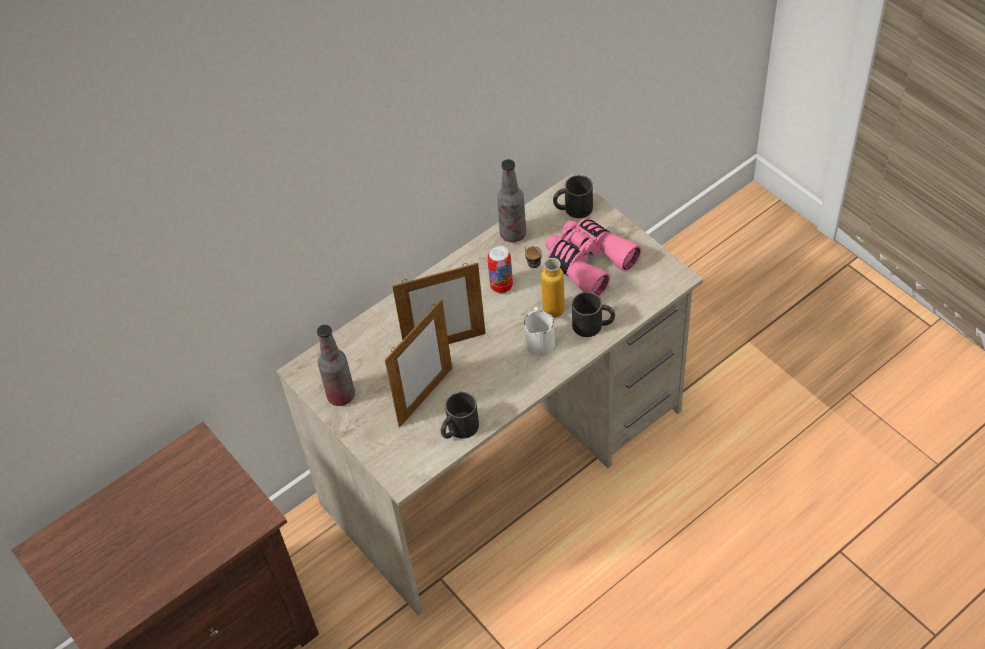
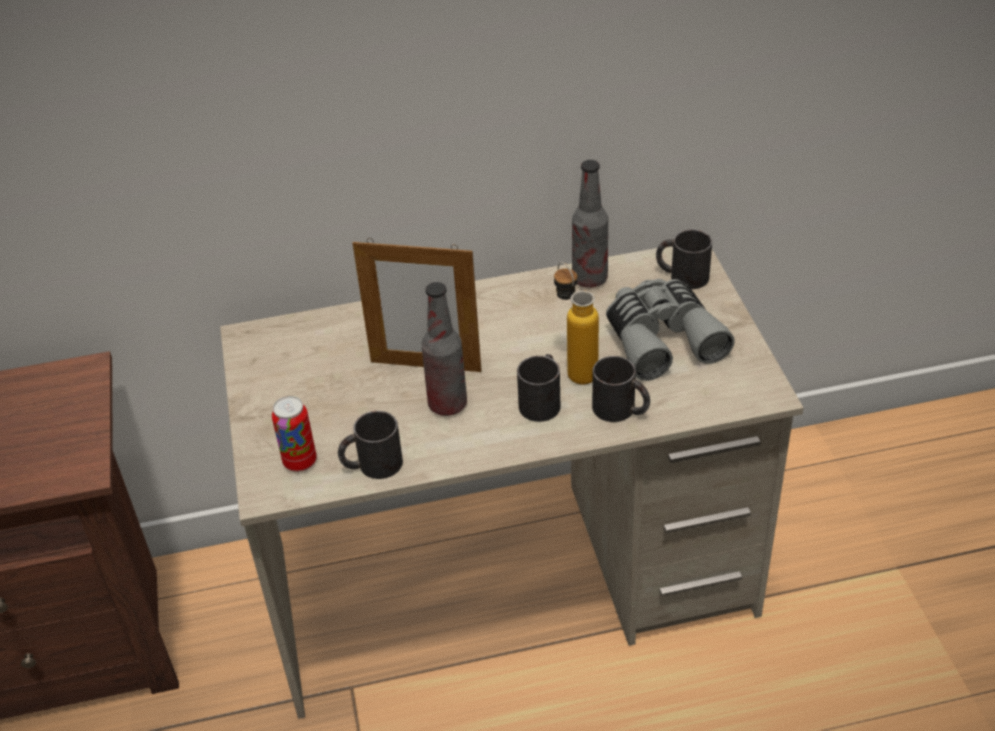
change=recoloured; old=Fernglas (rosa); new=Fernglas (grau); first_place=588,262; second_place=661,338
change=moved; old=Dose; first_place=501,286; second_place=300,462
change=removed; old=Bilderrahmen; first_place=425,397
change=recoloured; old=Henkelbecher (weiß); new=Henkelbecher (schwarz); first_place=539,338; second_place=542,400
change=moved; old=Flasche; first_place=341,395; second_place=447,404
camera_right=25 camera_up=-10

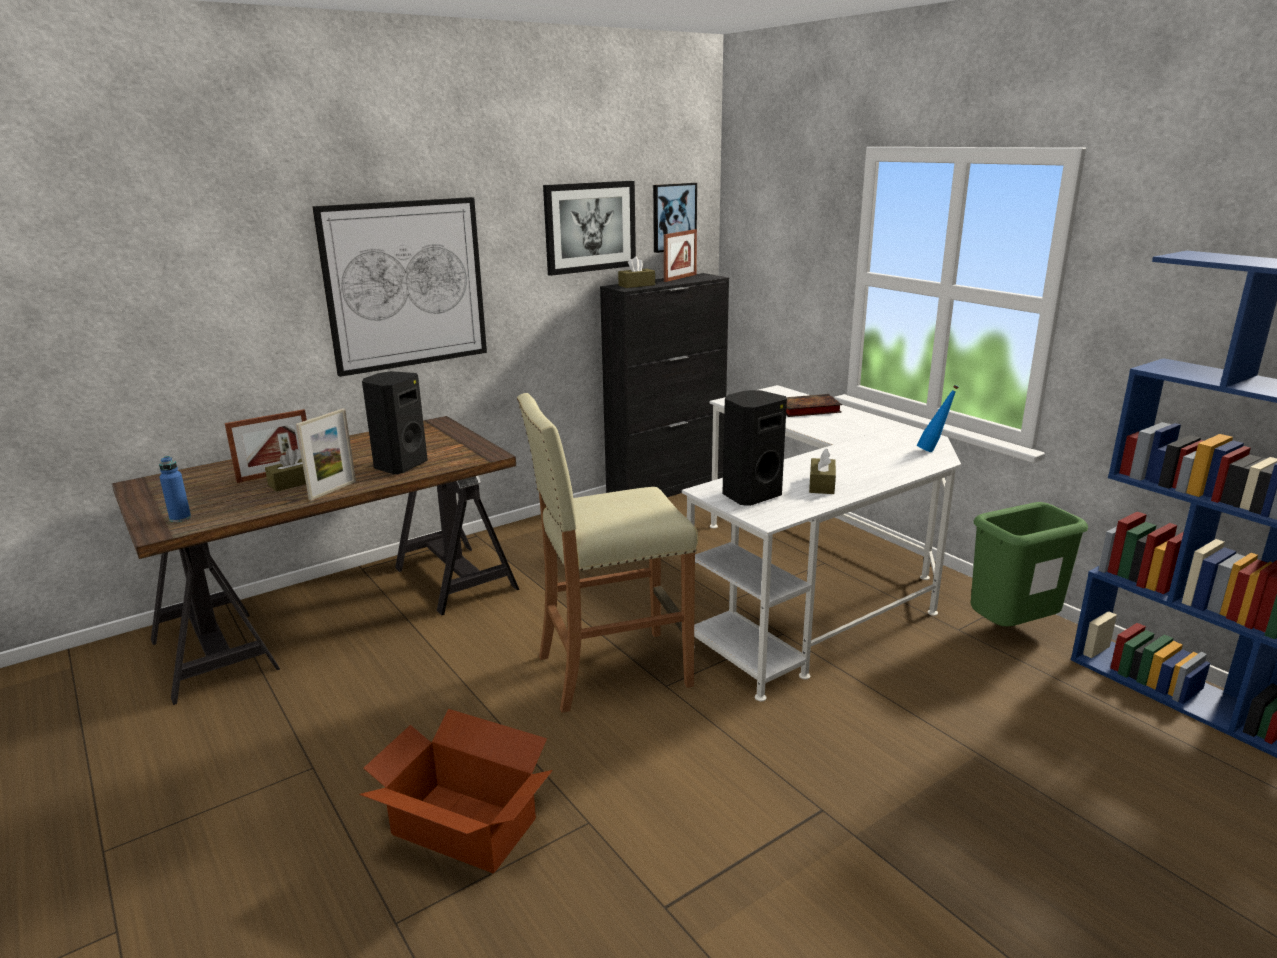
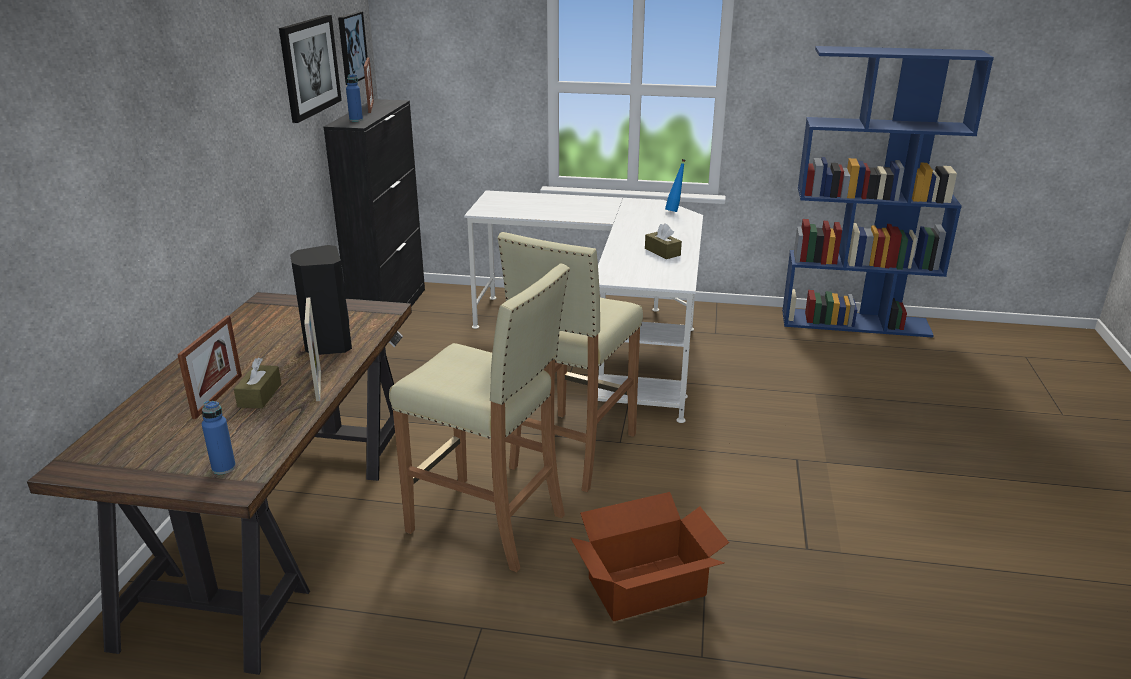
change=removed; old=Bild; first_place=405,285
change=replaced; old=Taschentuchbox (braun); new=Flasche (blau); first_place=636,285; second_place=356,120
change=removed; old=Lautsprecher (schwarz); first_place=750,495
change=removed; old=Buch; first_place=807,410
change=removed; old=Mülleimer (grün); first_place=1011,630
change=added; new=Hocker (beige); second_place=488,523
camera_right=-45 camera_up=5

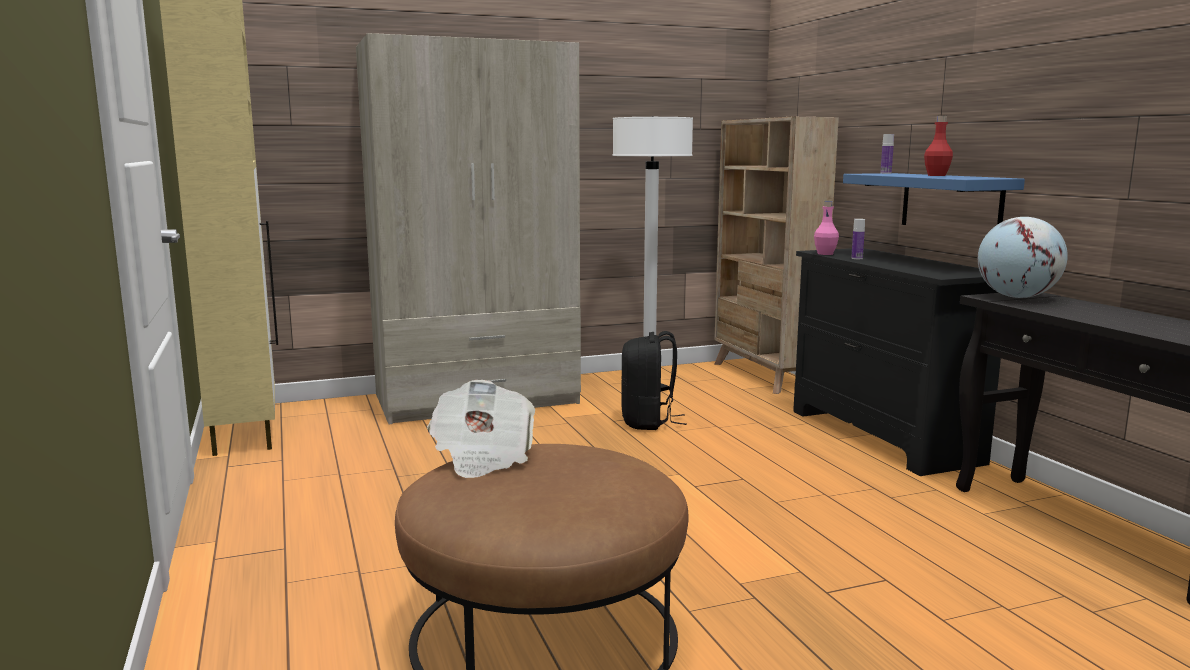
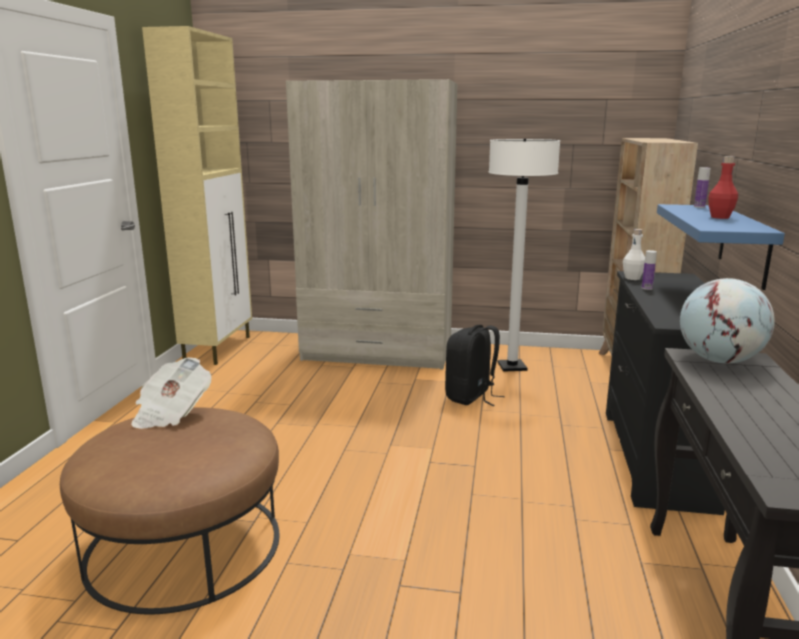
change=recoloured; old=Flasche (rosa); new=Flasche (weiß); first_place=825,254; second_place=632,278
camera_right=30 camera_up=5

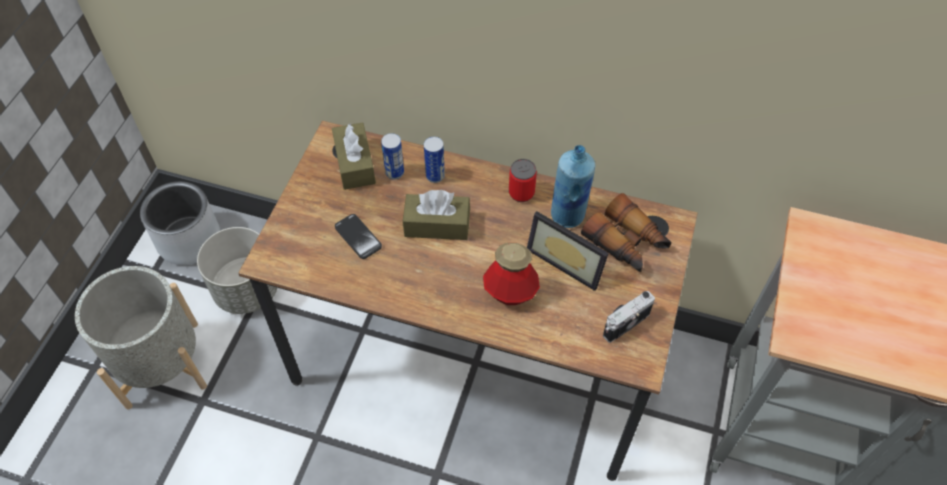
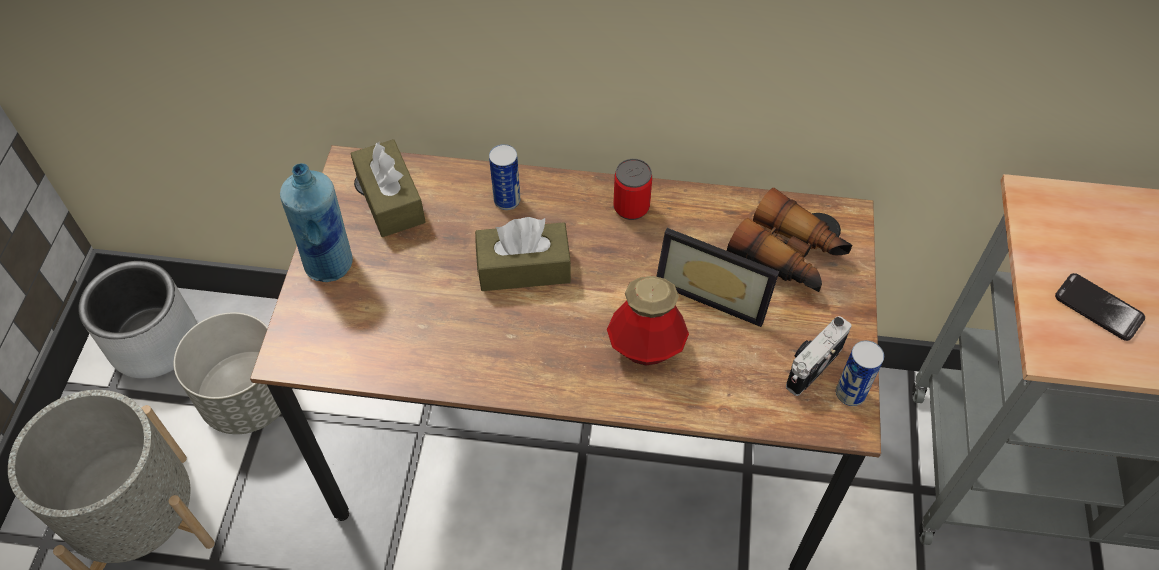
change=moved; old=Dose; first_place=394,172; second_place=850,393
change=moved; old=Flasche (blau); first_place=568,215; second_place=330,263
change=moved; old=Handy; first_place=358,237; second_place=1098,308
camera_right=-10 camera_up=0

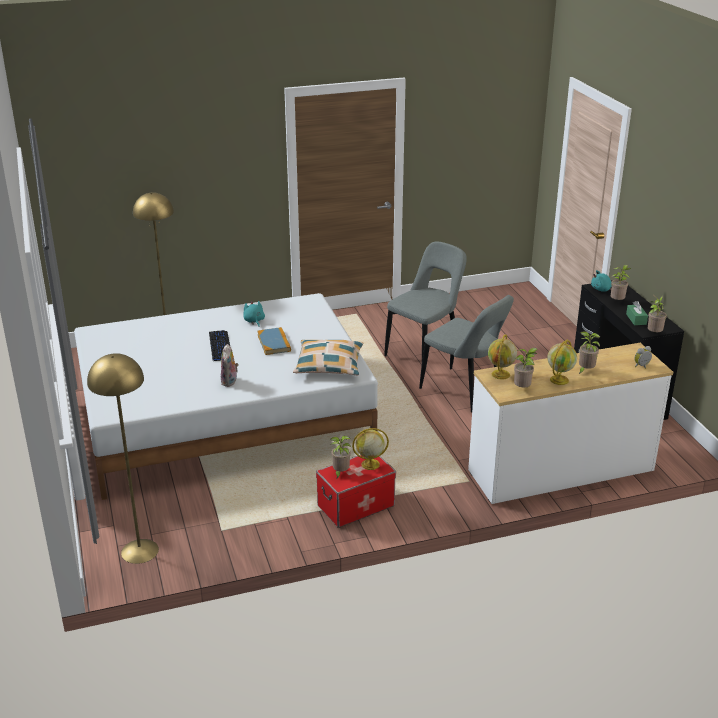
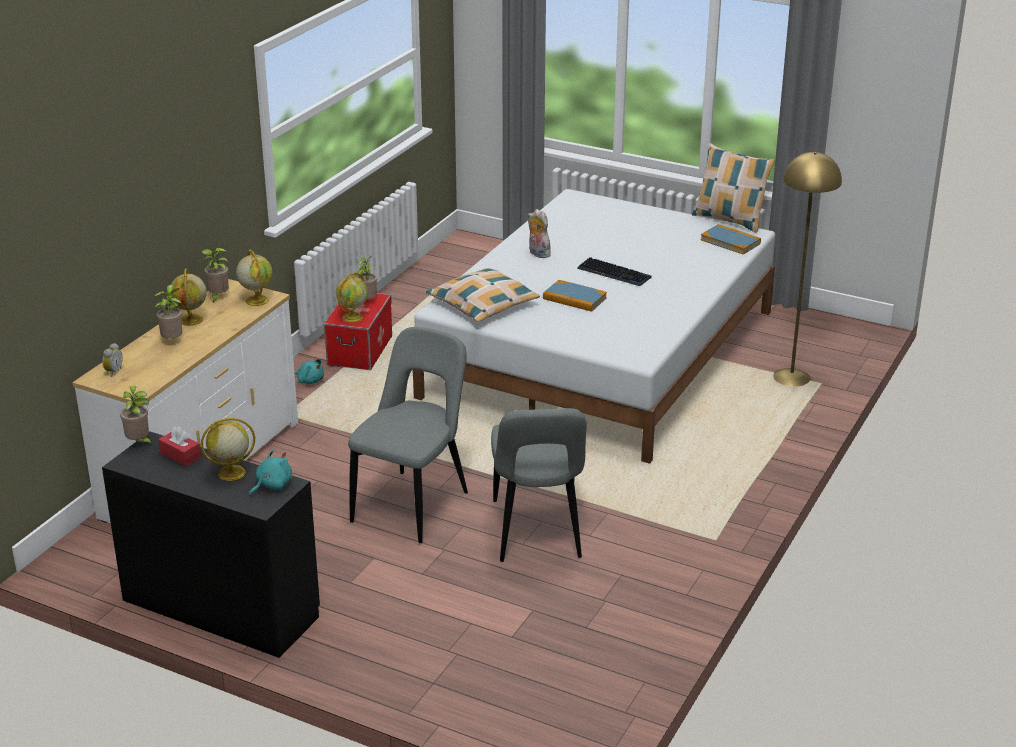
change=replaced; old=Topfpflanze; new=Globus; first_place=617,302; second_place=230,473
change=turned; old=Stuhl (grau); first_place=464,391; second_place=413,504; degrees=120
change=moved; old=Plüschtier (türkis); first_place=254,321; second_place=309,381
change=recoloured; old=Taschentuchbox (grün); new=Taschentuchbox (rot); first_place=636,319; second_place=180,455
change=removed; old=Stehlampe (gelb); first_place=139,551
change=added; new=Kissen; second_place=730,220
change=added; new=Buch; second_place=730,242
camera_right=135 camera_up=0

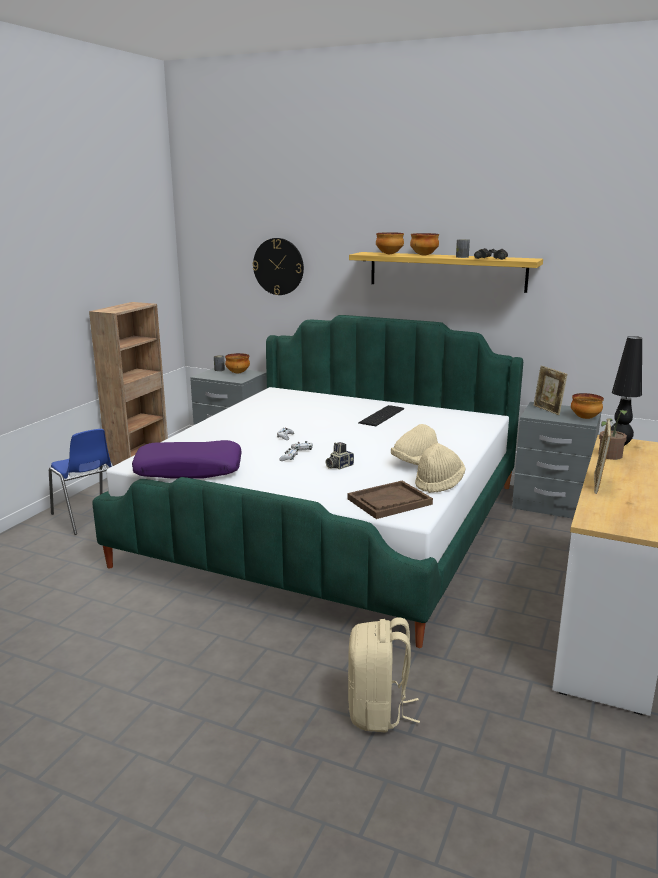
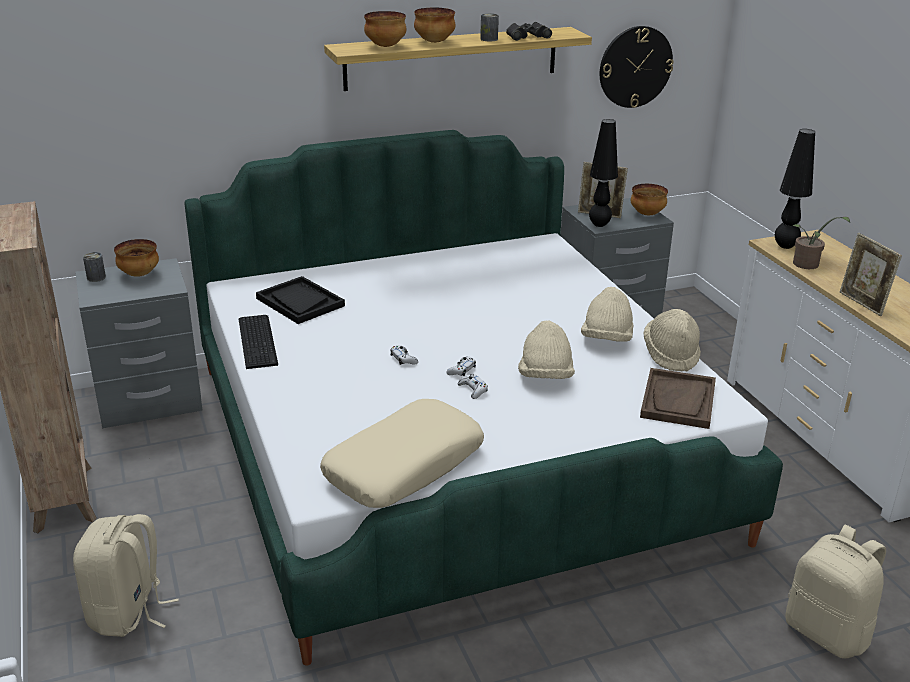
change=moved; old=Wanduhr; first_place=278,266; second_place=635,67
change=moved; old=Tastatur; first_place=383,416; second_place=259,340
change=replaced; old=Stuhl (blau); new=Rucksack (beige); first_place=88,517; second_place=128,612
change=recoloured; old=Kissen (lila); new=Kissen (beige); first_place=189,470; second_place=404,466
change=replaced; old=Kamera; new=Hut (beige); first_place=338,466; second_place=545,377
change=added; new=Tischlampe (schwarz); second_place=599,224
change=added; new=Tablett (schwarz); second_place=300,302
camera_right=-45 camera_up=10

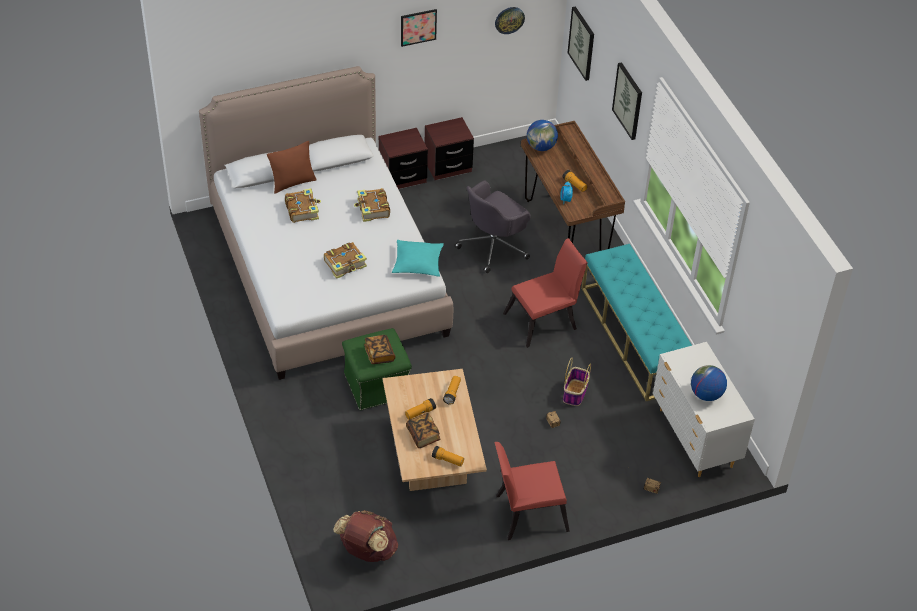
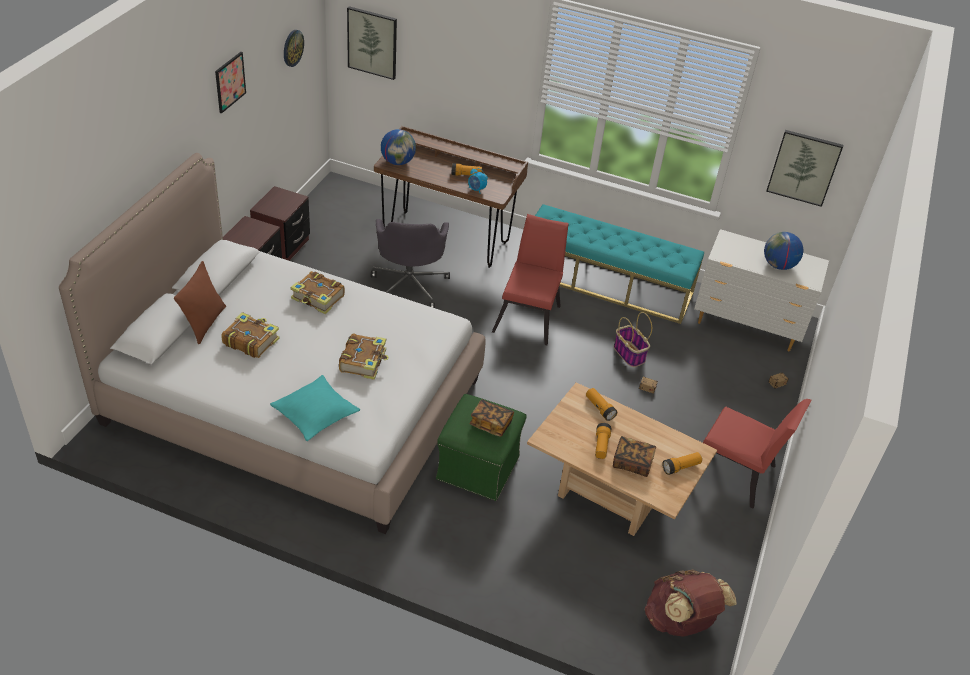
change=moved; old=Bild; first_place=628,101; second_place=804,167
change=moved; old=Kissen (türkis); first_place=418,263; second_place=315,414
change=turned; old=Stuhl (rot); first_place=526,513; second_place=735,475; degrees=-90
camera_right=-50 camera_up=-5

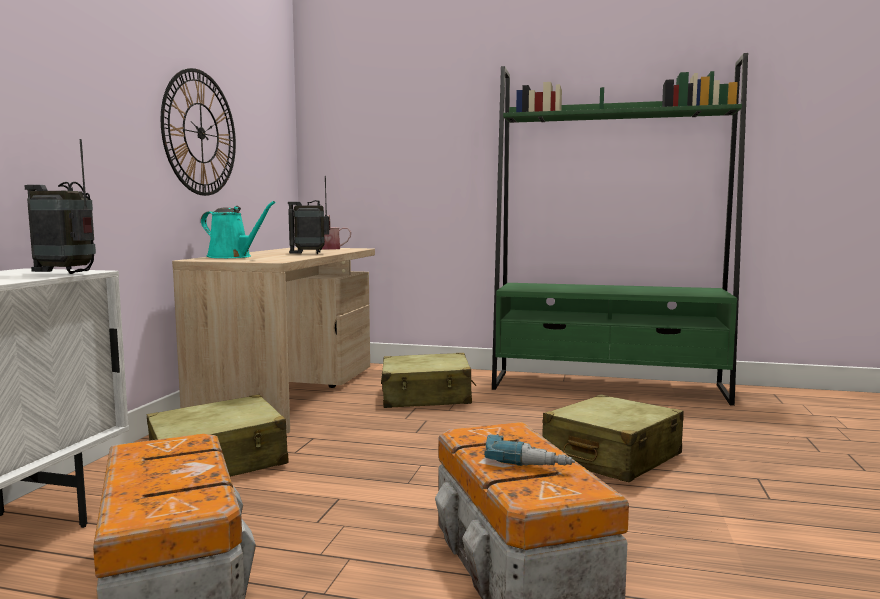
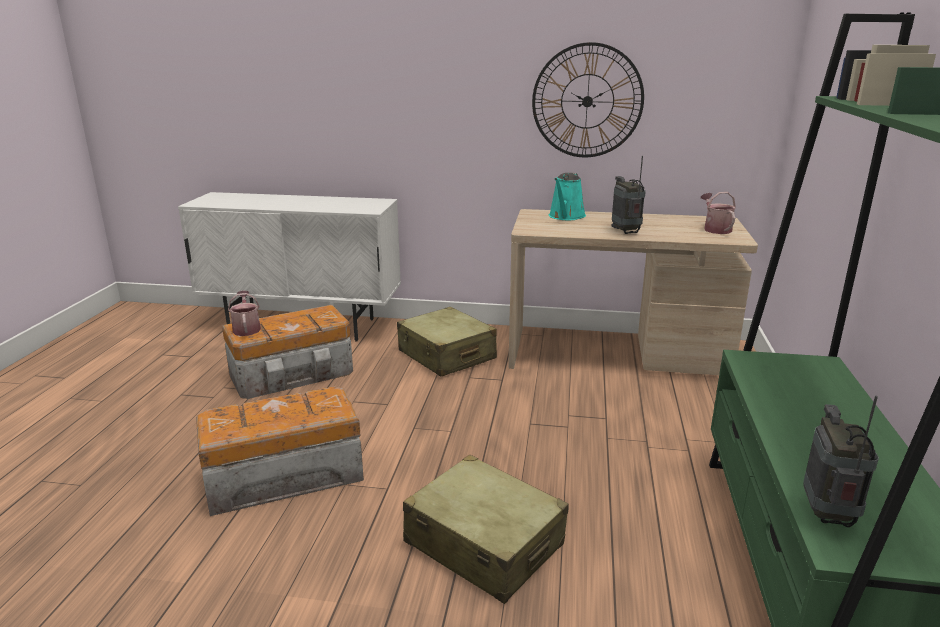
change=moved; old=Radio; first_place=66,273; second_place=828,515
change=removed; old=Koffer (beige); first_place=426,397
change=removed; old=Bohrmaschine; first_place=528,460
change=added; new=Gießkanne; second_place=246,328
camera_right=85 camera_up=15

